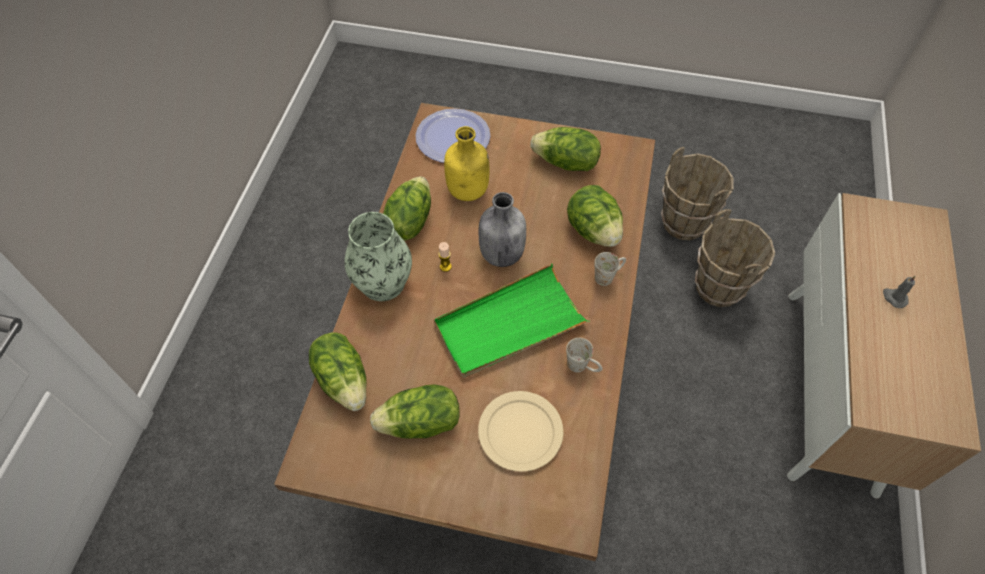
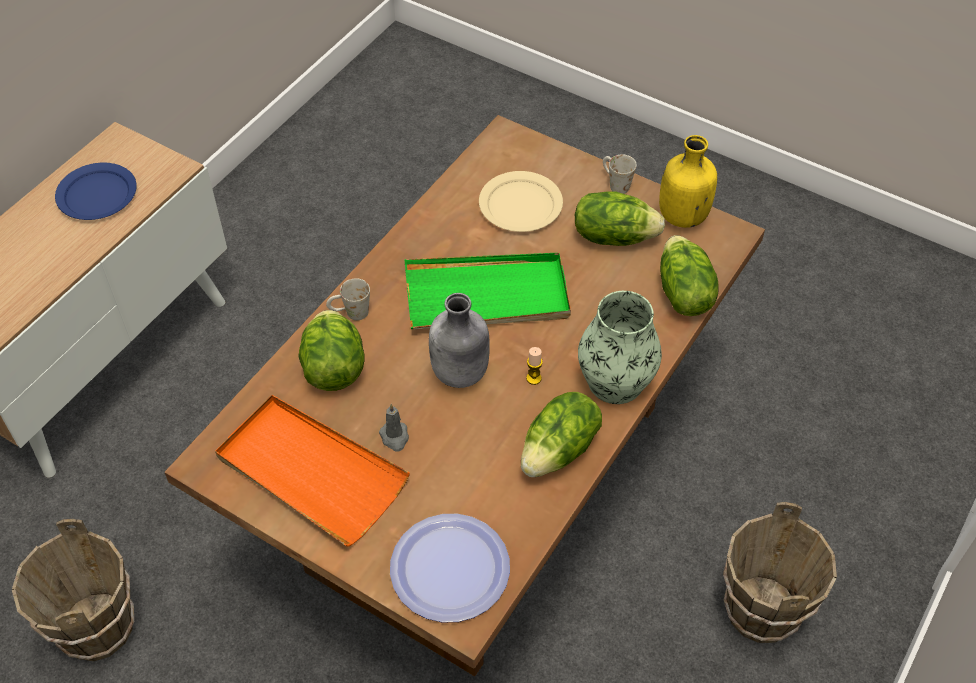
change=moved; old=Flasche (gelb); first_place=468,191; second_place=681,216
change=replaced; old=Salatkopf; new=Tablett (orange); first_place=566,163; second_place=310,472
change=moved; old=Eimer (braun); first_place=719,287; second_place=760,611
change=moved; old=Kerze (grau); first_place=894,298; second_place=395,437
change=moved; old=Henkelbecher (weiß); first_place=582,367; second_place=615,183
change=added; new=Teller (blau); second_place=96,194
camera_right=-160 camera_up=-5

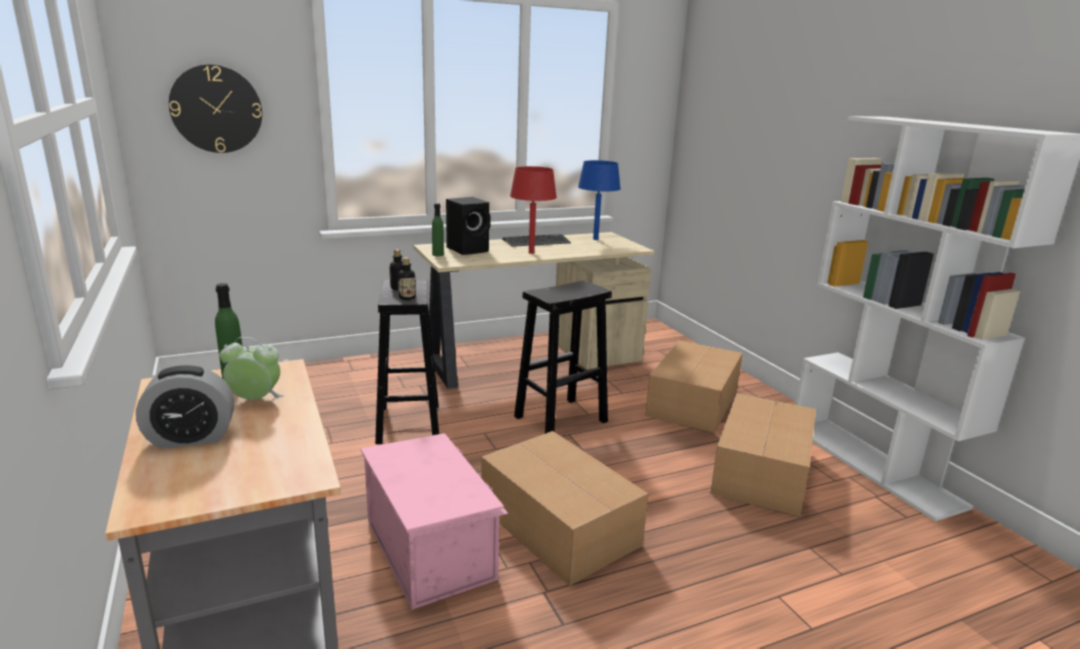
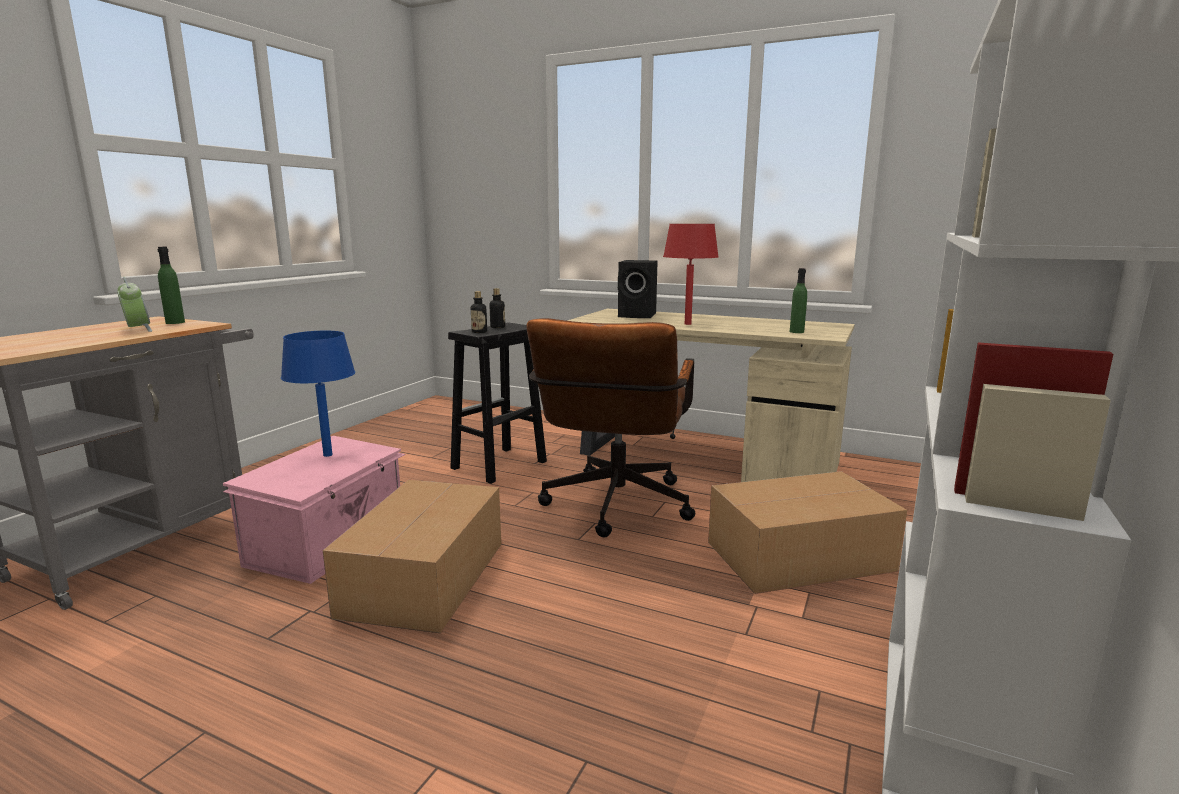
change=removed; old=Wanduhr; first_place=216,109
change=moved; old=Tischlampe (blau); first_place=595,239; second_place=327,455
change=moved; old=Flasche (grün); first_place=438,254; second_place=796,332
change=removed; old=Tastatur; first_place=537,242
change=replaced; old=Hocker (schwarz); new=Bürostuhl (braun); first_place=559,420; second_place=614,509
change=removed; old=Wecker; first_place=191,438
change=removed; old=Karton; first_place=762,471
camera_right=50 camera_up=-5

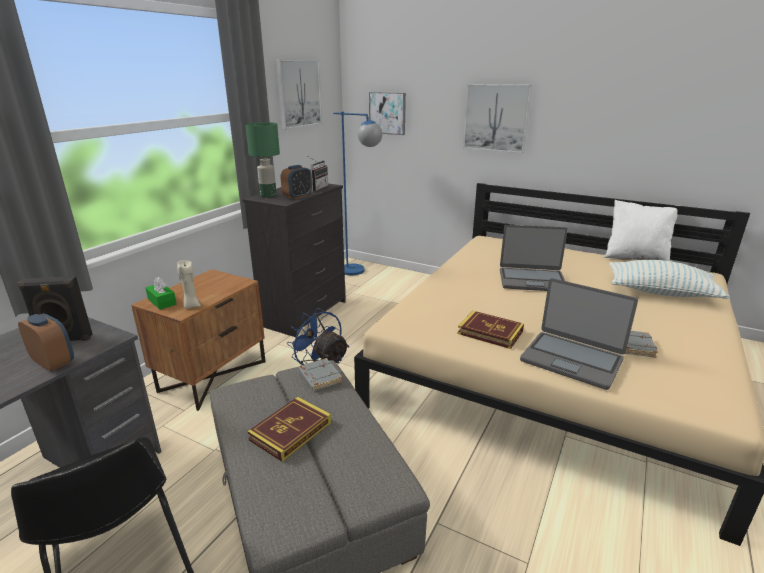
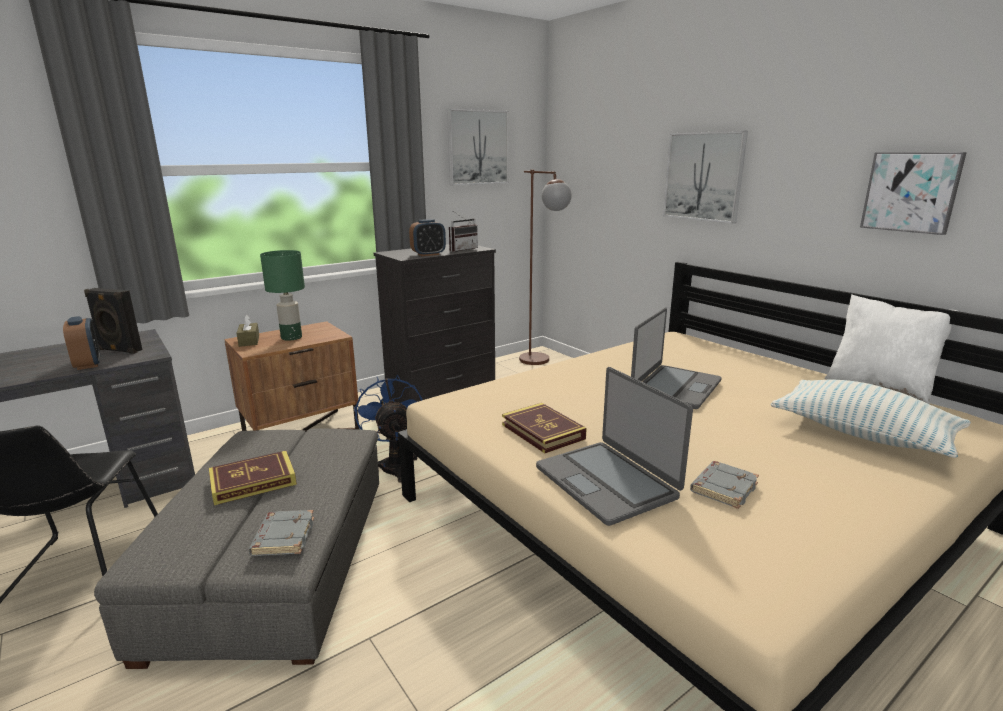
change=moved; old=Bild; first_place=387,113; second_place=911,192
change=recoloured; old=Stehlampe (blau); new=Stehlampe (braun); first_place=360,272; second_place=541,362
change=moved; old=Tischlampe (grün); first_place=268,195; second_place=291,338
change=turned; old=Laptop; first_place=532,280; second_place=675,387; degrees=-90
change=removed; old=Kerze (beige); first_place=191,306
change=recoloured; old=Taschentuchbox (grün); new=Taschentuchbox (braun); first_place=162,302; second_place=249,341
change=moved; old=Buch (grau); first_place=319,377; second_place=283,537
camera_right=25 camera_up=-5

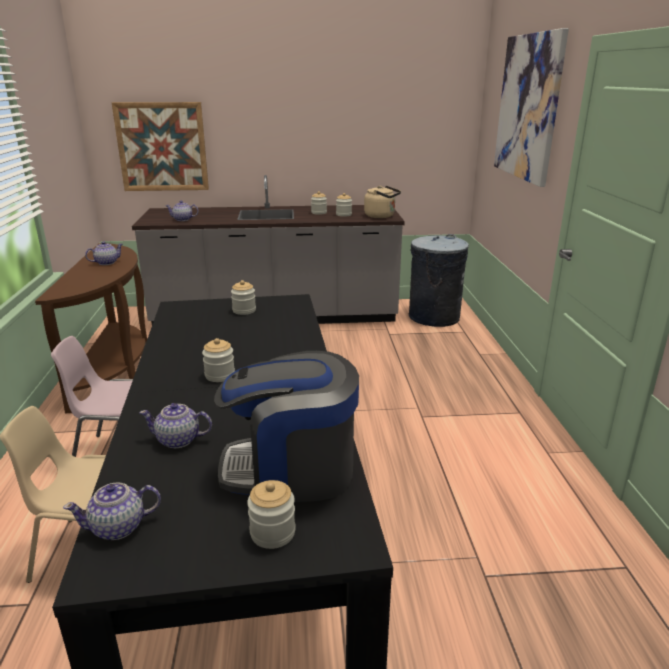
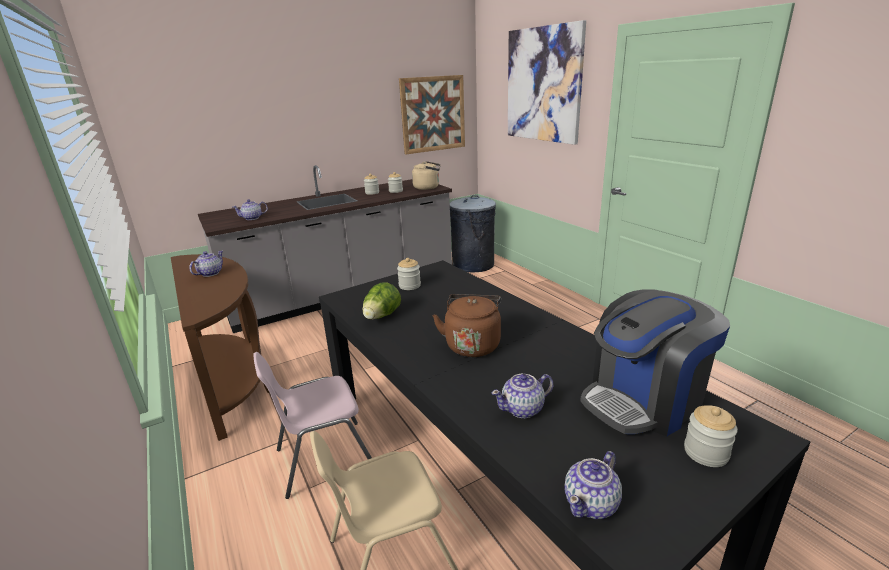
change=moved; old=Bild; first_place=162,147; second_place=433,114
change=replaced; old=Vorratsglas; new=Wasserkessel (braun); first_place=220,375; second_place=472,344
change=added; new=Salatkopf; second_place=381,316
camera_right=-25 camera_up=0

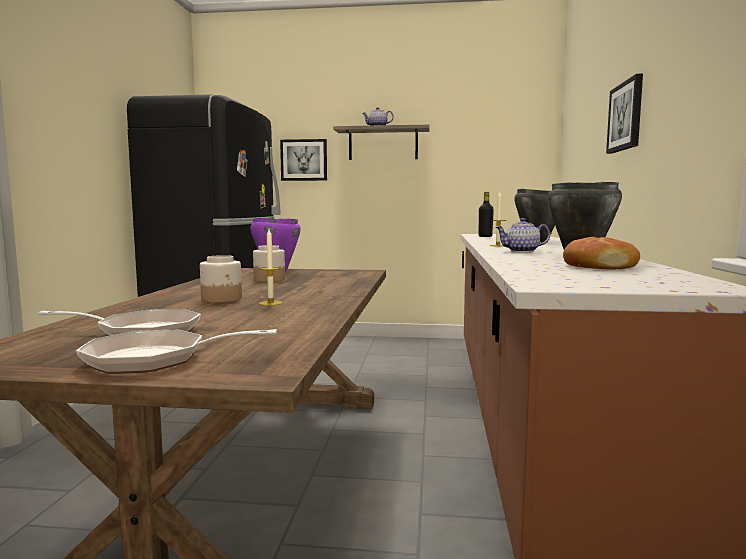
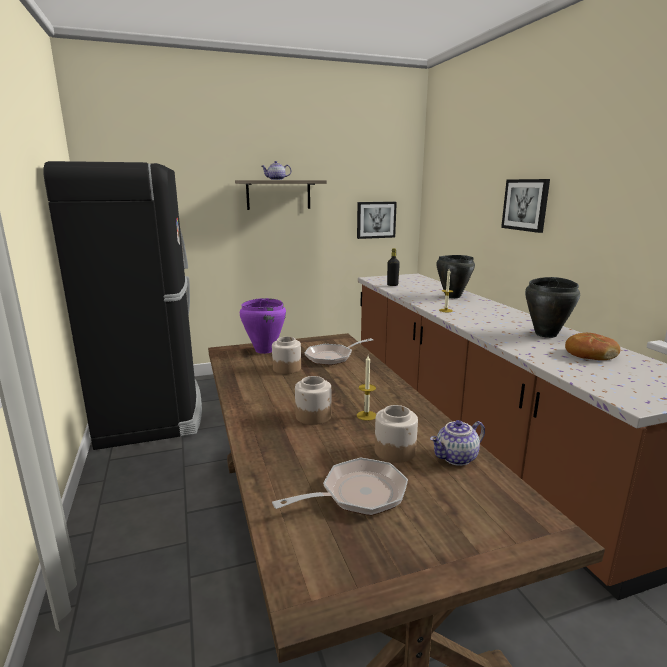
change=moved; old=Bild; first_place=304,160; second_place=376,220
change=moved; old=Teekanne; first_place=522,251; second_place=456,458
change=moved; old=Pfanne; first_place=156,359; second_place=332,357
change=added; new=Vorratsglas; second_place=395,451
camera_right=-25 camera_up=10

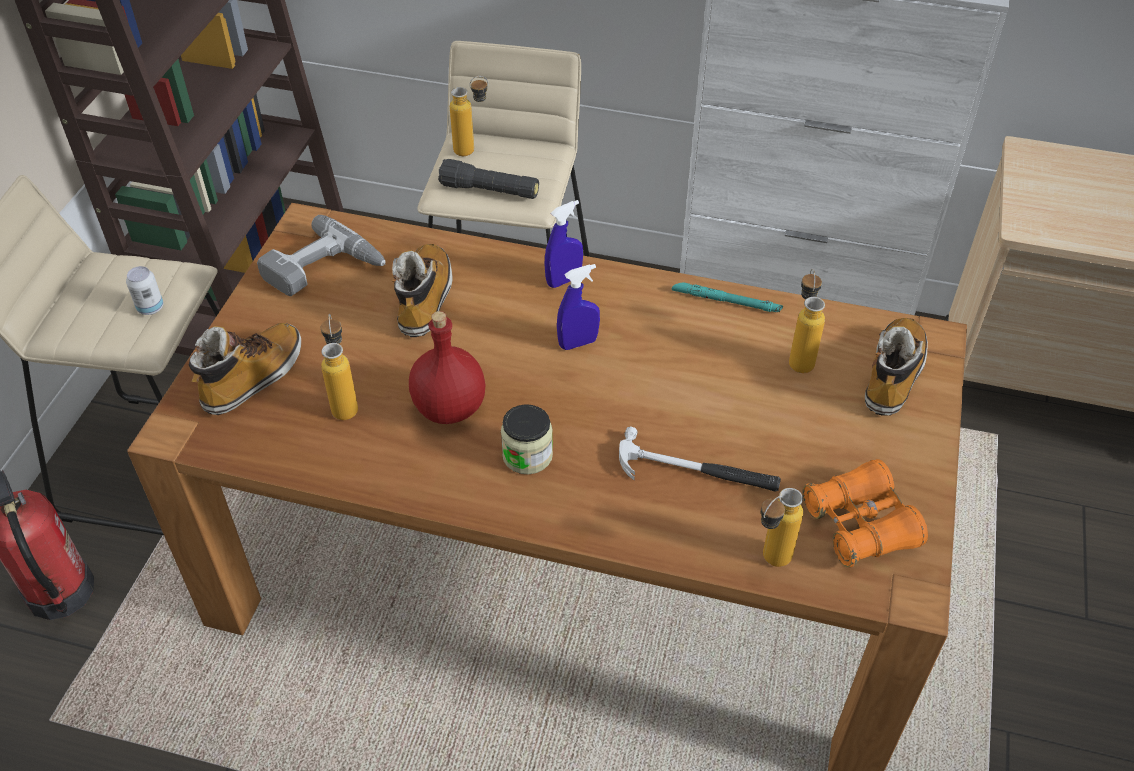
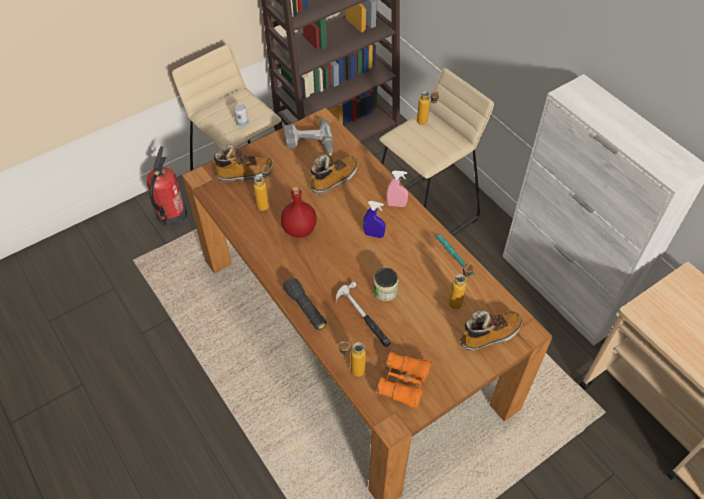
change=moved; old=Taschenlampe (schwarz); first_place=489,191; second_place=305,308
change=recoloured; old=Sprühflasche (blau); new=Sprühflasche (rosa); first_place=564,280; second_place=396,204
change=moved; old=Vorratsglas; first_place=527,455; second_place=385,291
camera_right=40 camera_up=5

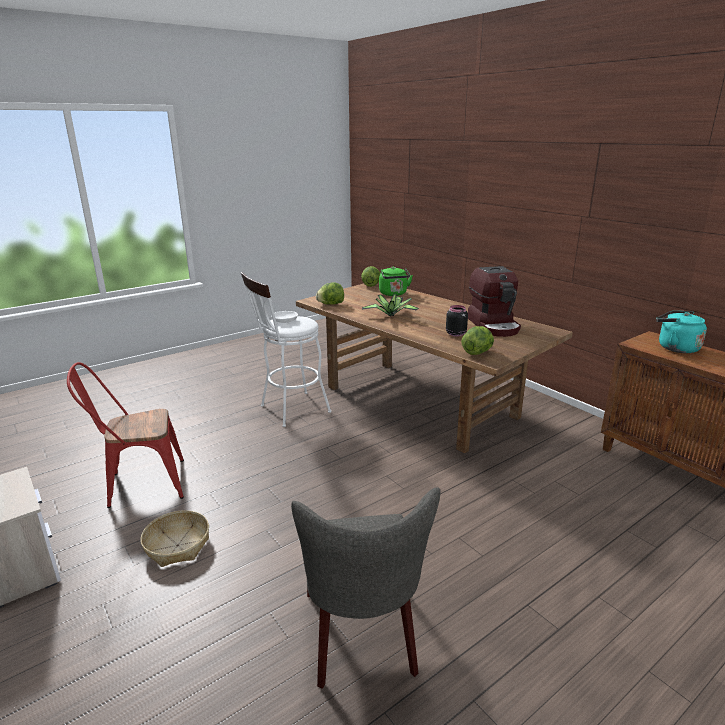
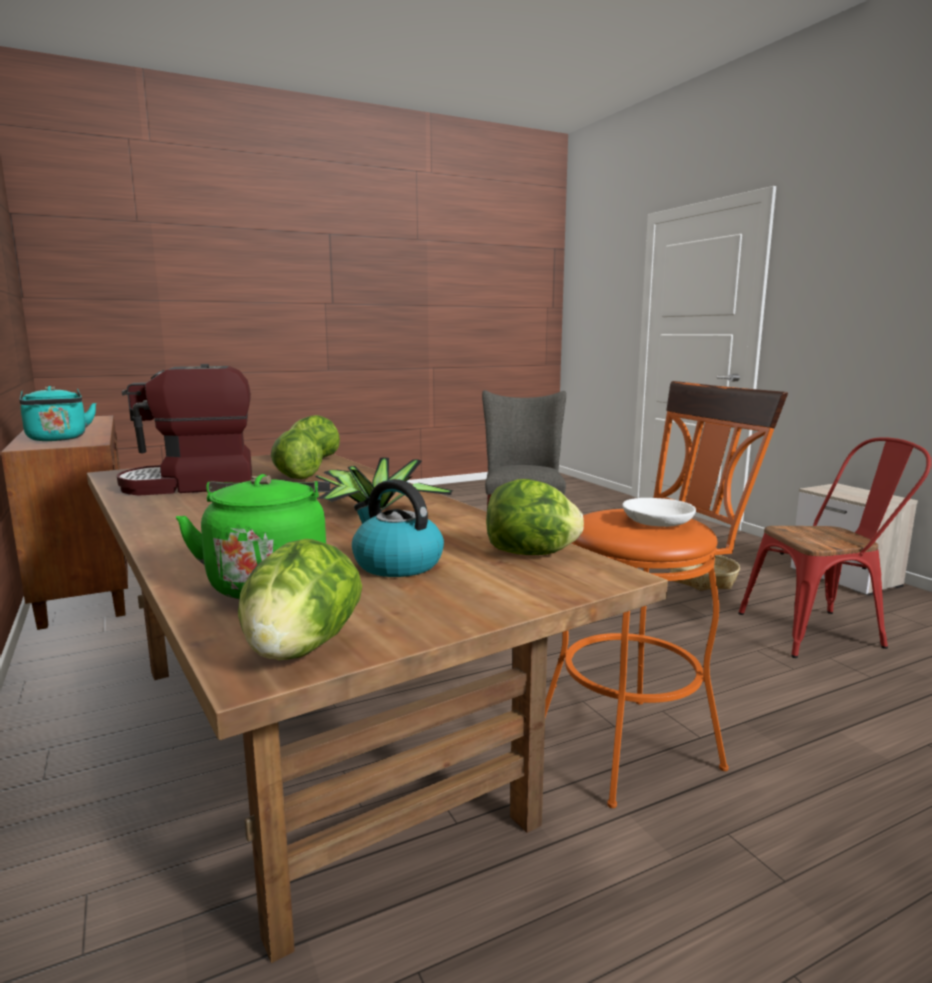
change=turned; old=Kaffeemaschine; first_place=494,325; second_place=192,485; degrees=-105
change=recoloured; old=Hocker (weiß); new=Hocker (orange); first_place=290,410; second_place=640,743
change=replaced; old=Vorratsglas (schwarz); new=Salatkopf; first_place=455,334; second_place=296,478
change=added; new=Wasserkessel; second_place=396,564
camera_right=-170 camera_up=-10

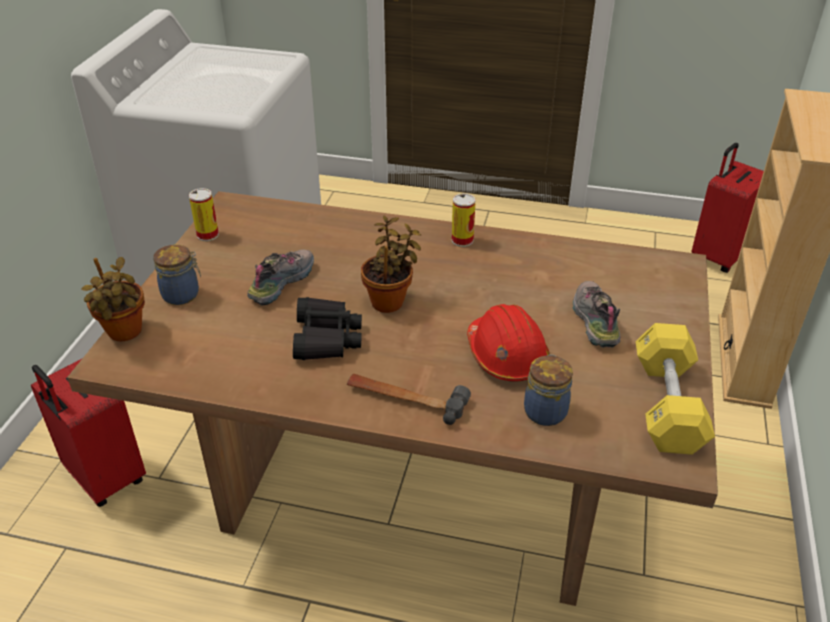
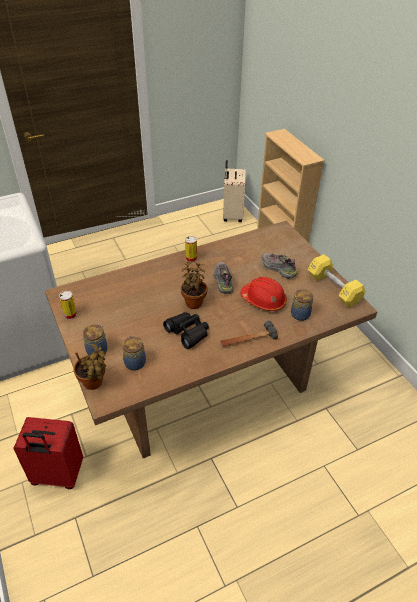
change=recoloured; old=Koffer (rot); new=Koffer (beige); first_place=718,256; second_place=232,215
change=moved; old=Schuh; first_place=281,282; second_place=222,281
change=added; new=Vorratsglas; second_place=135,362
camera_right=-40 camera_up=5

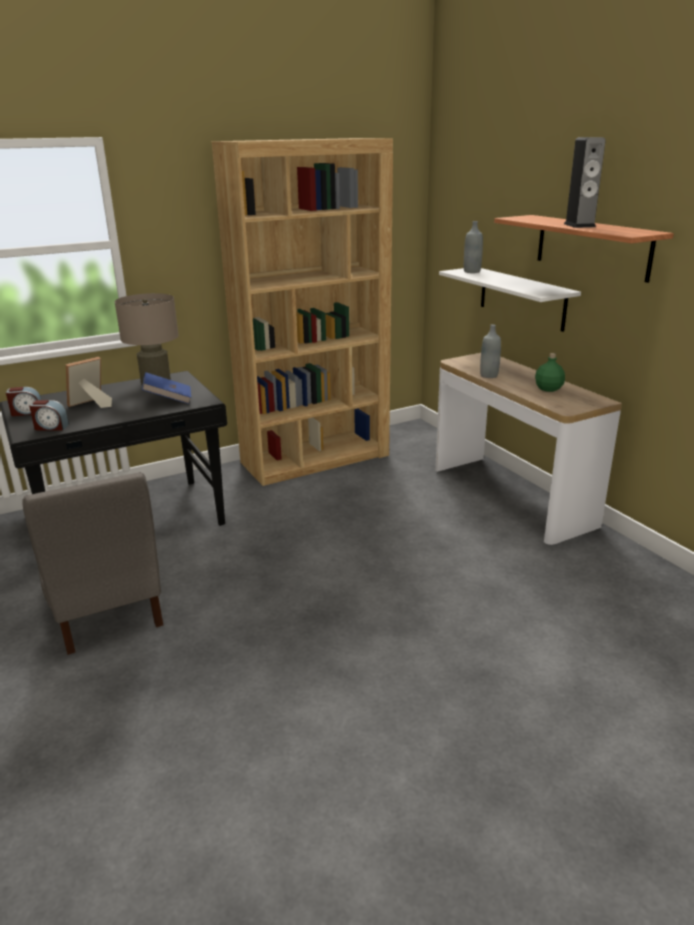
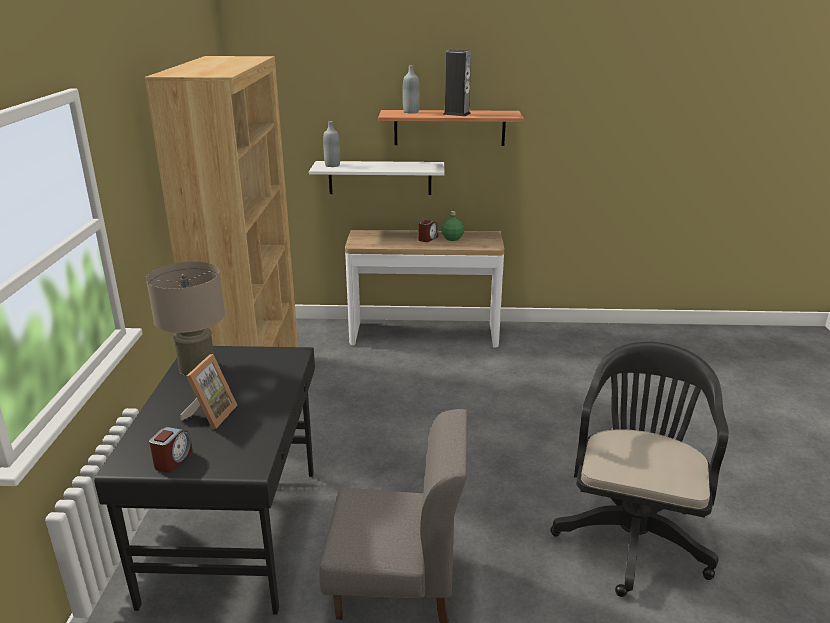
change=moved; old=Flasche (grau); first_place=489,375; second_place=411,112
change=turned; old=Bilderrahmen; first_place=90,405; second_place=210,415; degrees=-150
change=removed; old=Buch (blau); first_place=168,399
change=moved; old=Wecker; first_place=51,427; second_place=428,238
change=added; new=Bürostuhl (schwarz); second_place=632,533
camera_right=-60 camera_up=0

